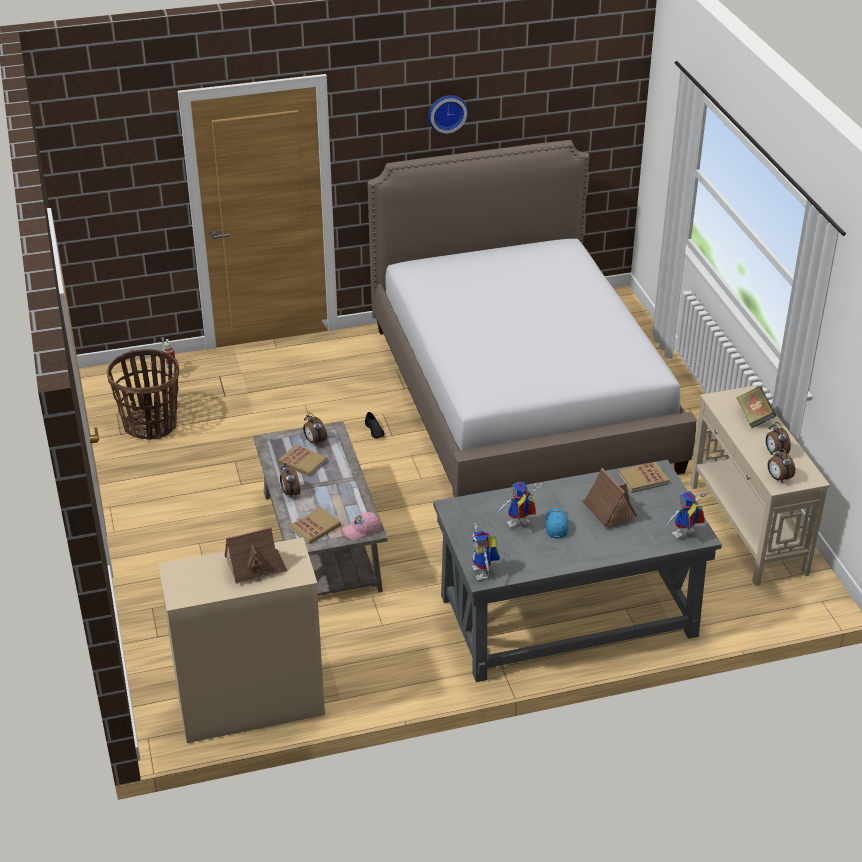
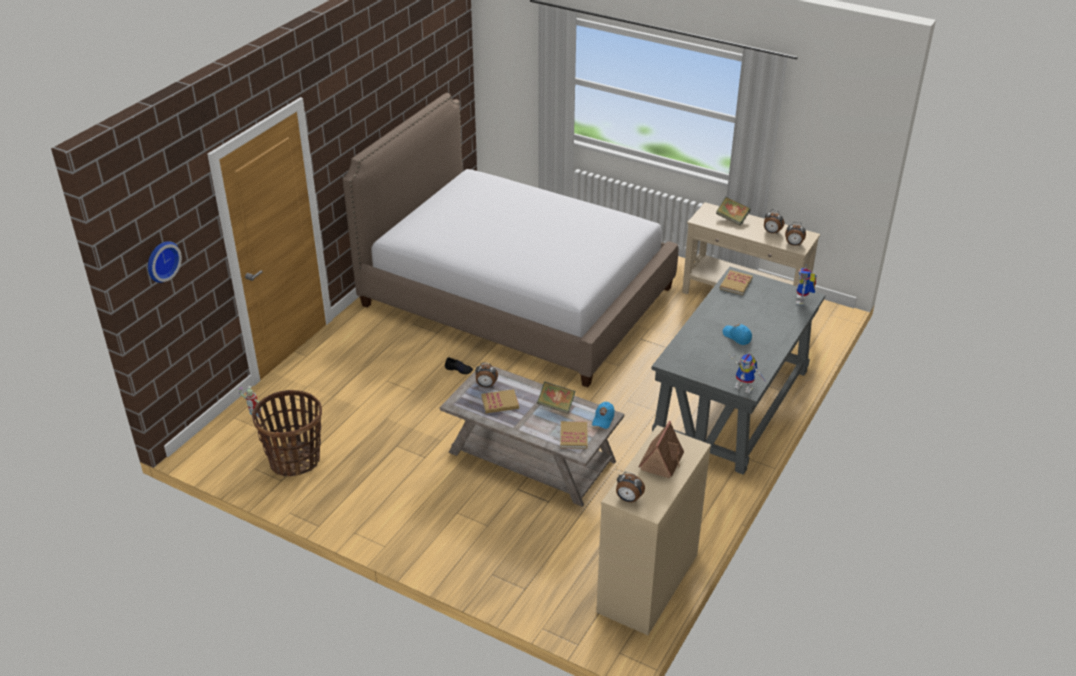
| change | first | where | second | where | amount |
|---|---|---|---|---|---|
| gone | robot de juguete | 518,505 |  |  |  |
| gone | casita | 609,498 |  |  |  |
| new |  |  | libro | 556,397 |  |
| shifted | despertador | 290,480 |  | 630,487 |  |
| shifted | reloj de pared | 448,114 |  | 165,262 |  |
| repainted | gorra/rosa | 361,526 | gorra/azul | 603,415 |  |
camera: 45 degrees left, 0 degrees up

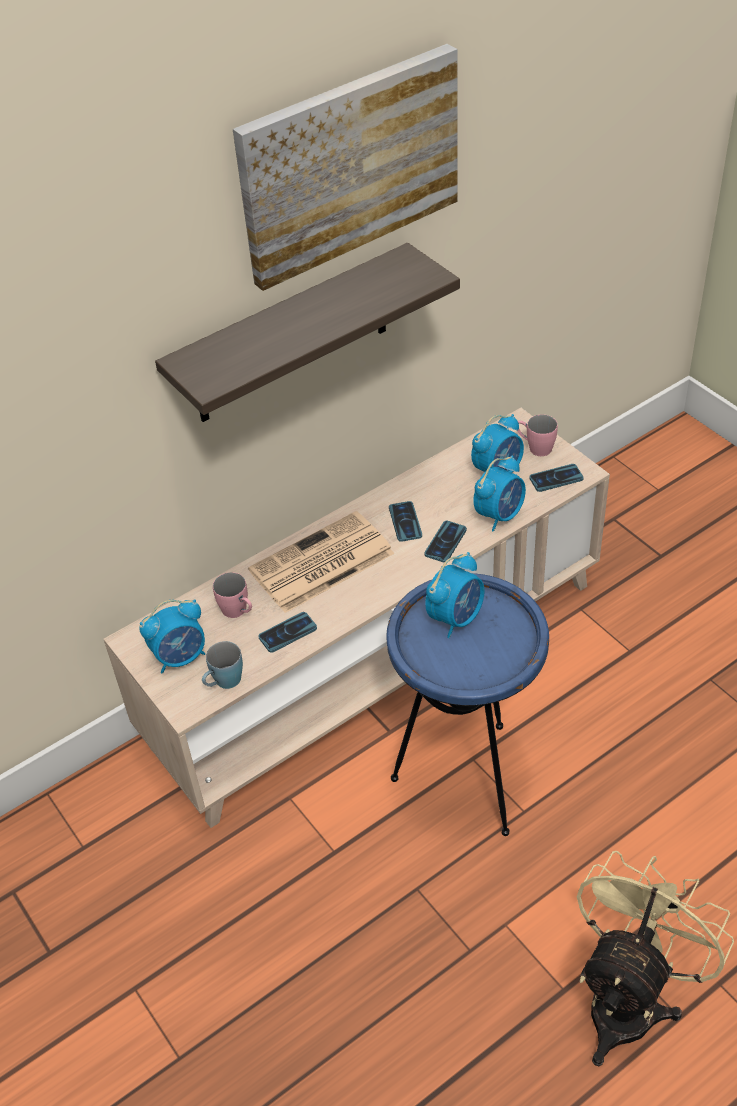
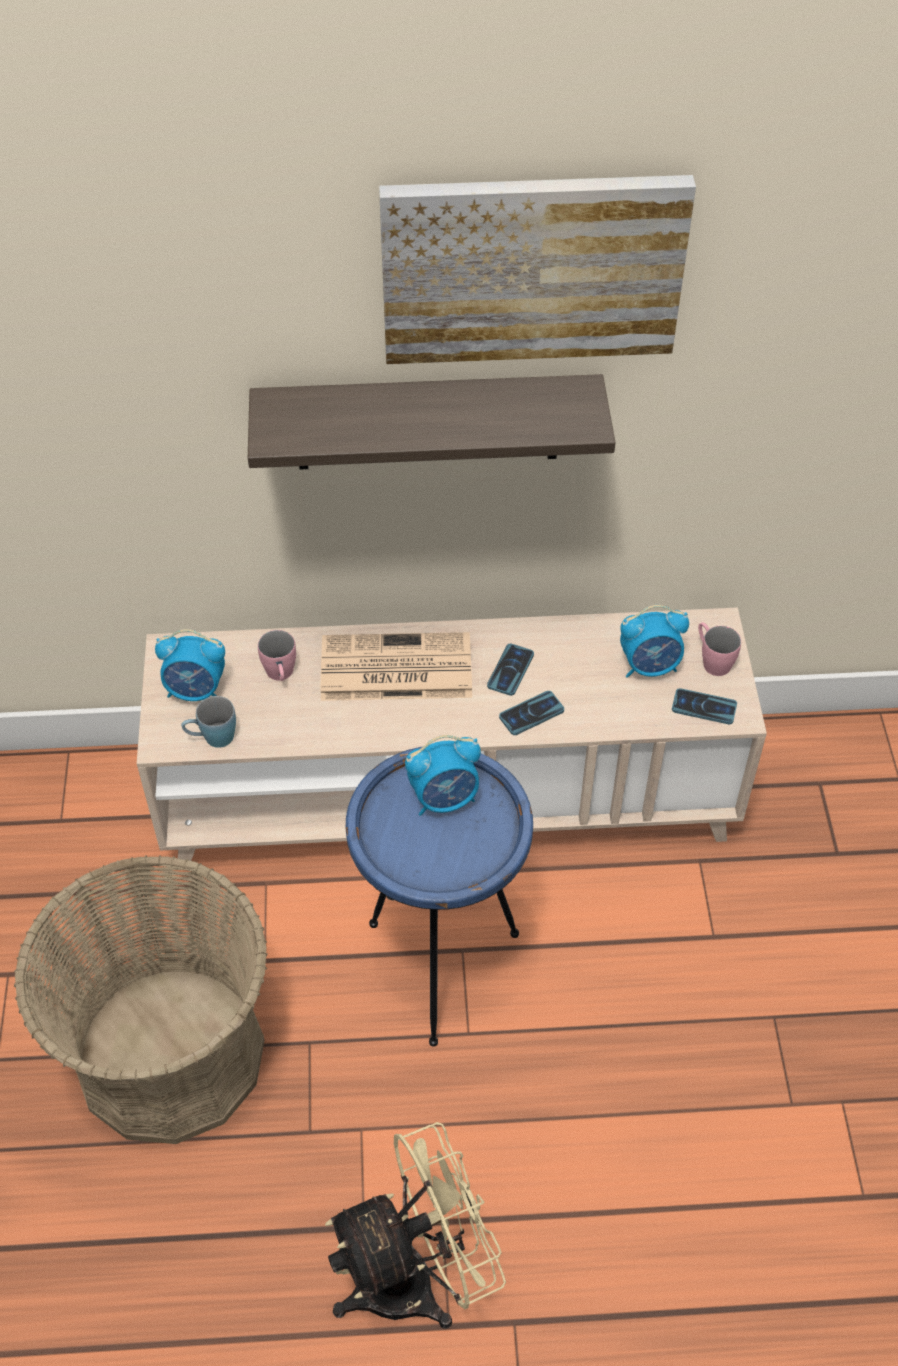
| change | first | where | second | where | amount |
|---|---|---|---|---|---|
| gone | móvil | 287,632 |  |  |  |
| gone | despertador | 499,494 |  |  |  |
| new |  |  | cesta | 141,999 |  |
camera: 30 degrees right, 5 degrees up

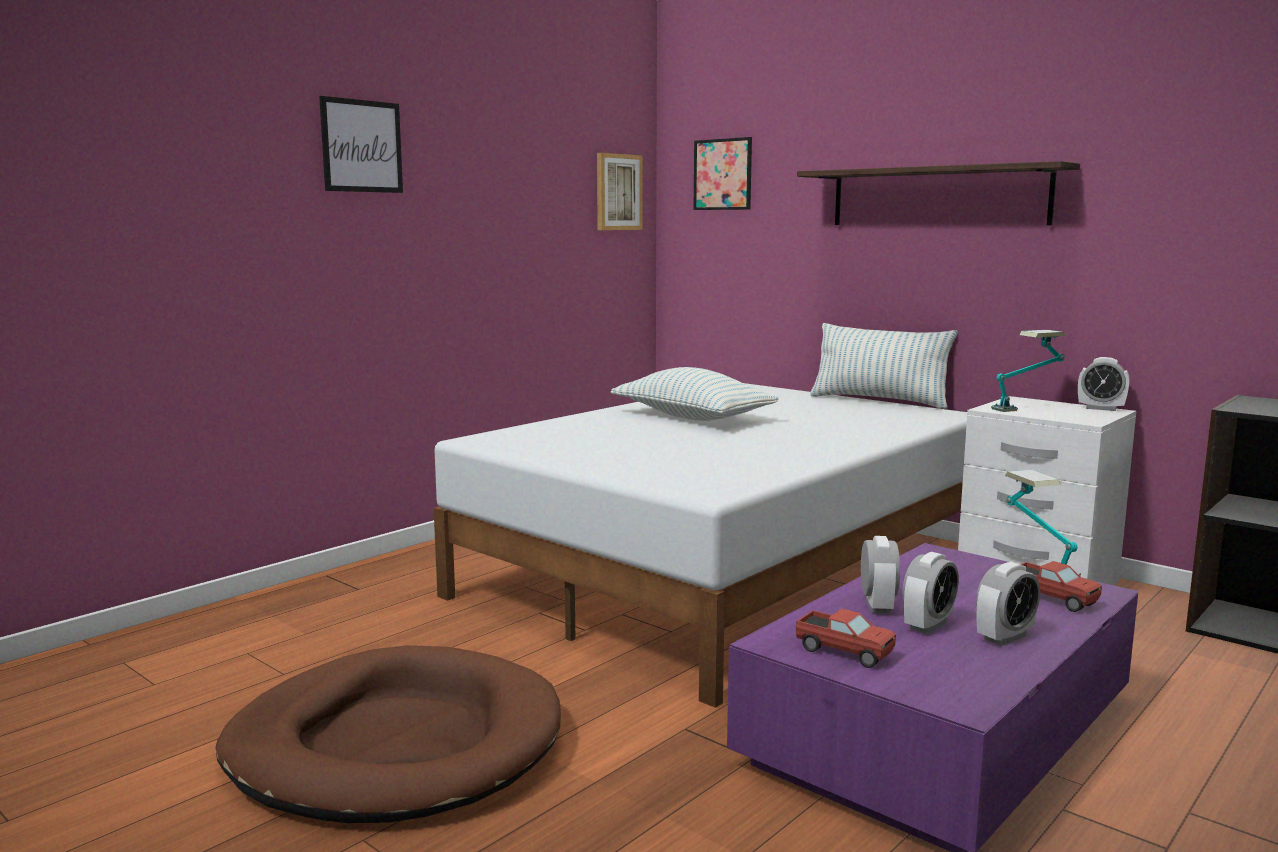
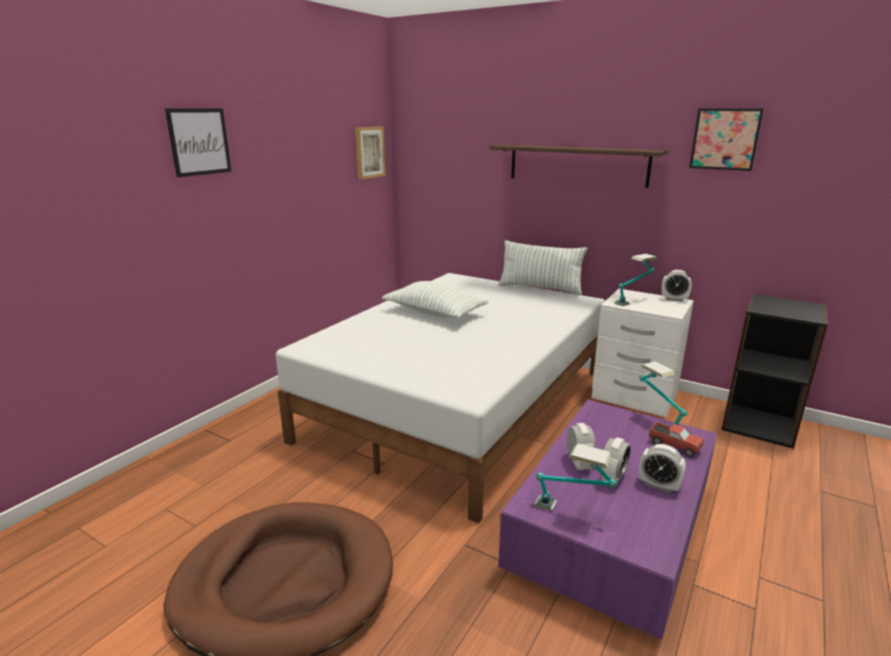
| change | first | where | second | where | amount |
|---|---|---|---|---|---|
| shifted | cuadro | 722,173 |  | 726,140 |  |
| swapped | camión de juguete | 846,638 | lámpara de mesa | 576,477 |  |
| rotated | despertador | 1008,604 |  | 662,468 | 75 degrees clockwise |
camera: 10 degrees left, 10 degrees up

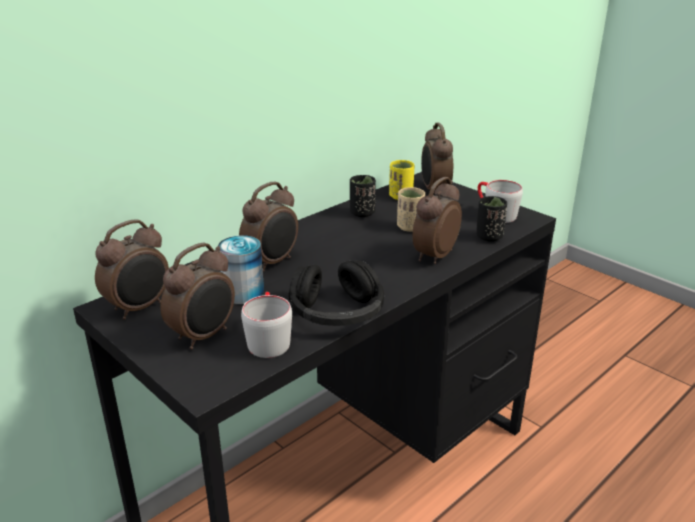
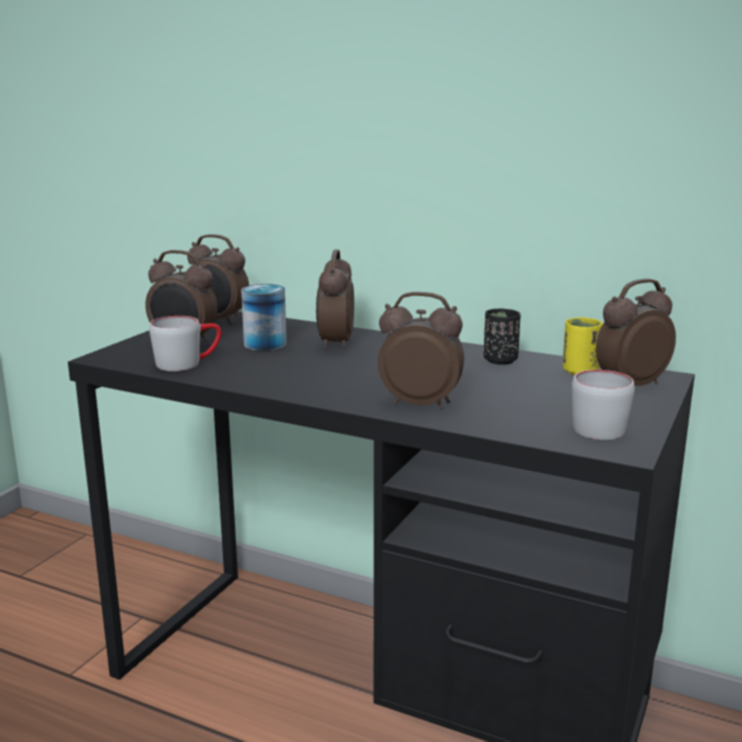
| change | first | where | second | where | amount |
|---|---|---|---|---|---|
| gone | auriculares/negro | 336,293 |  |  |  |
| gone | taza/beis | 411,209 |  |  |  |
| gone | taza/negro | 491,219 |  |  |  |
| rotated | despertador | 268,227 |  | 335,299 | 75 degrees clockwise |
camera: 70 degrees right, 10 degrees down

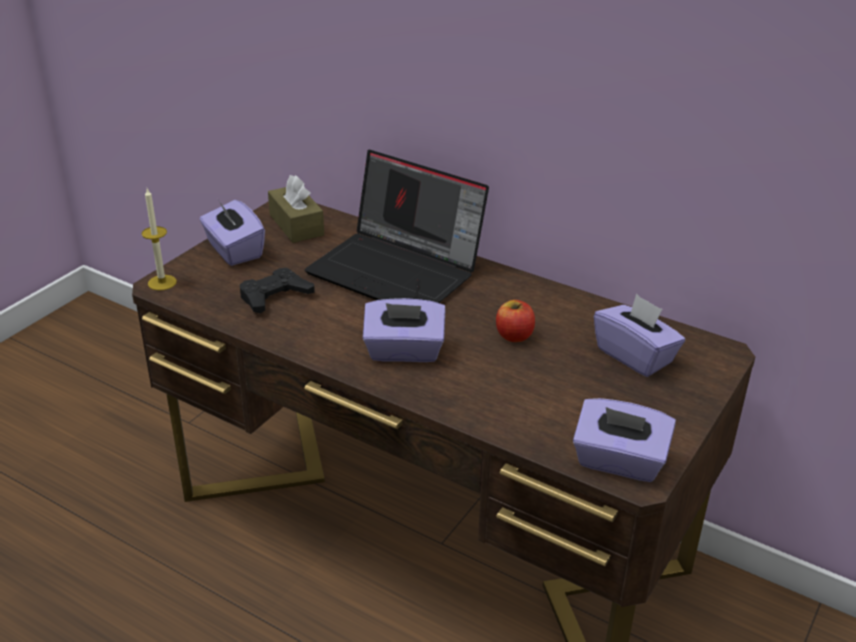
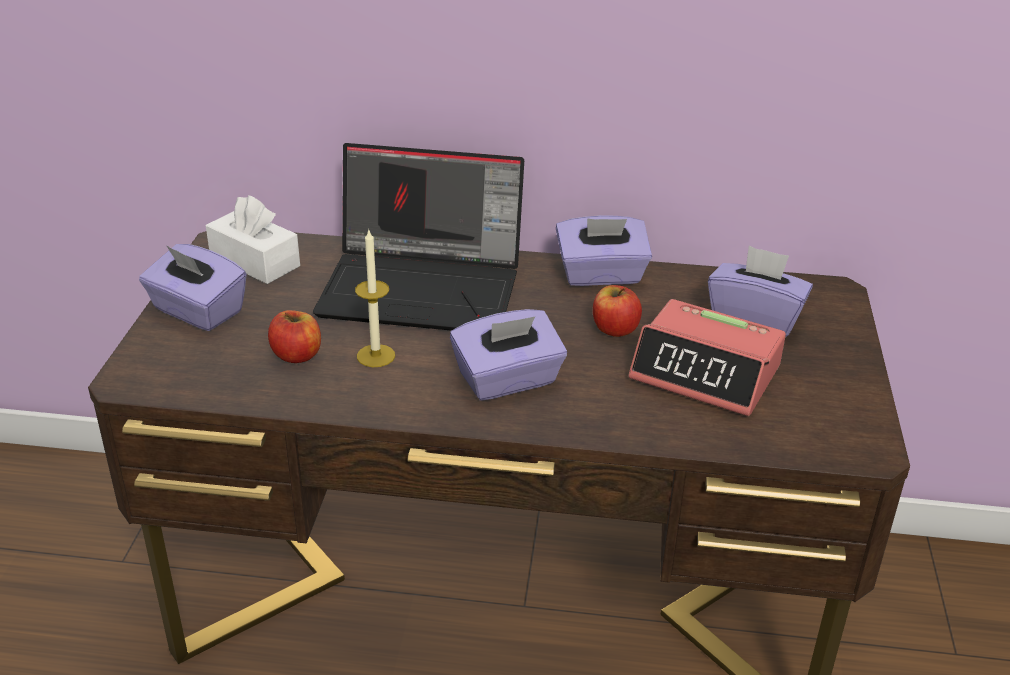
| change | first | where | second | where | amount |
|---|---|---|---|---|---|
| new |  |  | despertador | 707,357 |  |
| shifted | vela | 159,239 |  | 375,297 |  |
| shifted | caja de pañuelos/morado | 624,440 |  | 604,250 |  |
| swapped | mando de consola/negro | 277,290 | manzana | 294,336 |  |
| repainted | caja de pañuelos/marrón | 296,209 | caja de pañuelos/blanco | 253,239 |  |
camera: 25 degrees left, 0 degrees up

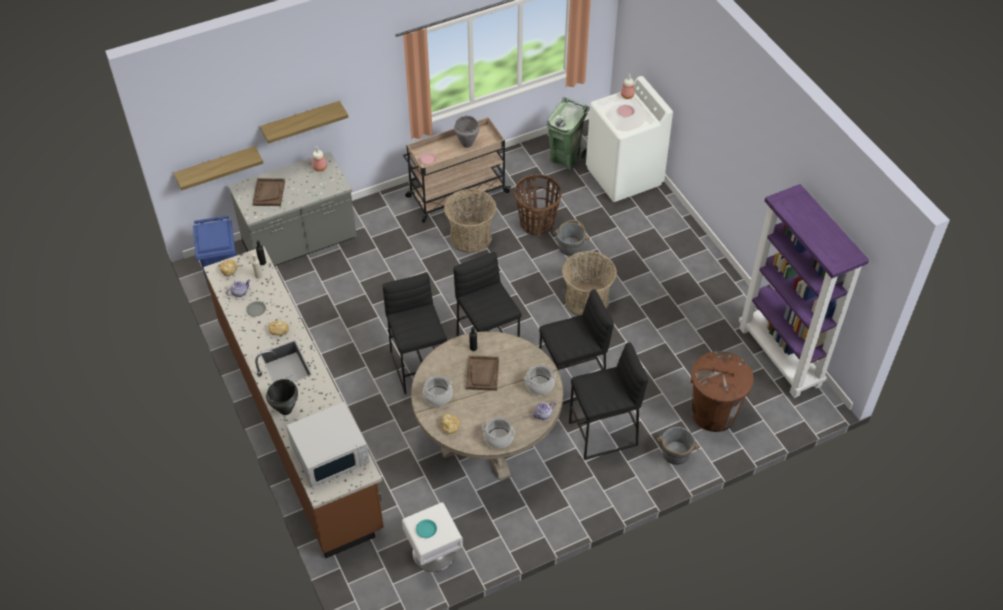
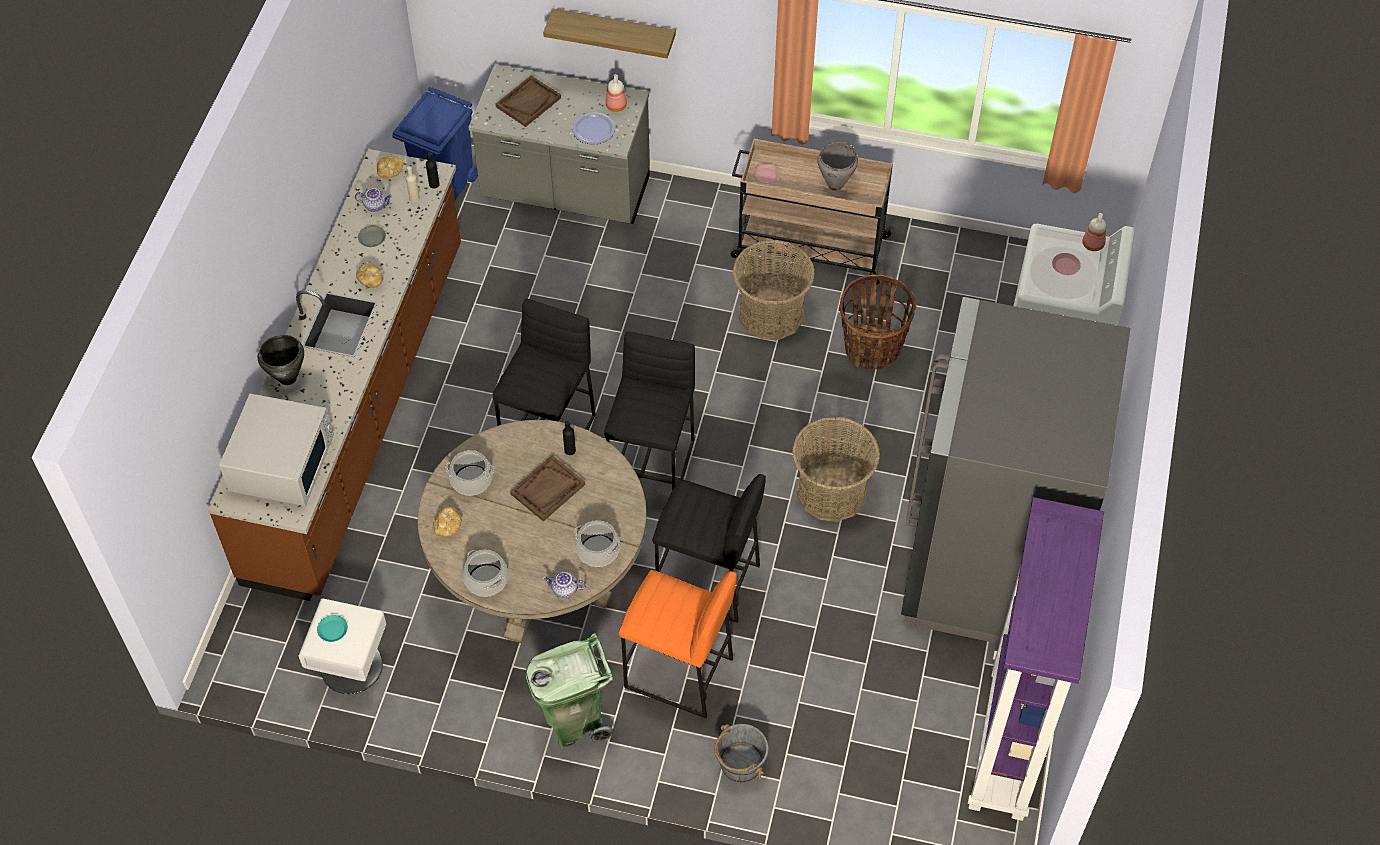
| change | first | where | second | where | amount |
|---|---|---|---|---|---|
| gone | estante | 218,168 |  |  |  |
| gone | cubo/gris | 571,238 |  |  |  |
| gone | papelera/marrón | 722,391 |  |  |  |
| new |  |  | plato | 593,128 |  |
| new |  |  | nevera/gris | 1016,470 |  |
| shifted | papelera/verde | 568,133 |  | 569,690 |  |
| repainted | taburete/negro | 608,401 | taburete/naranja | 678,644 |  |
| rotated | microondas/blanco | 328,444 |  | 276,449 | 90 degrees counterclockwise |
camera: 40 degrees right, 5 degrees up

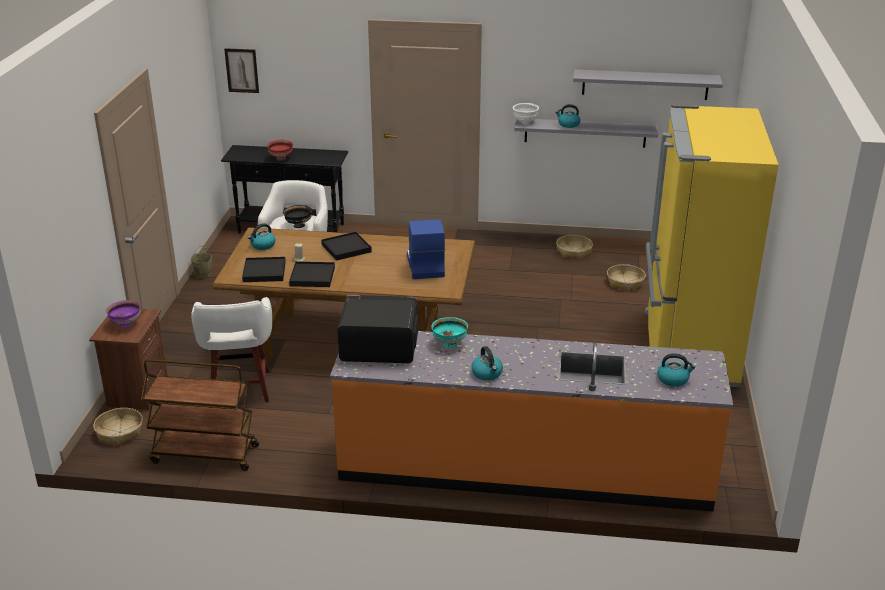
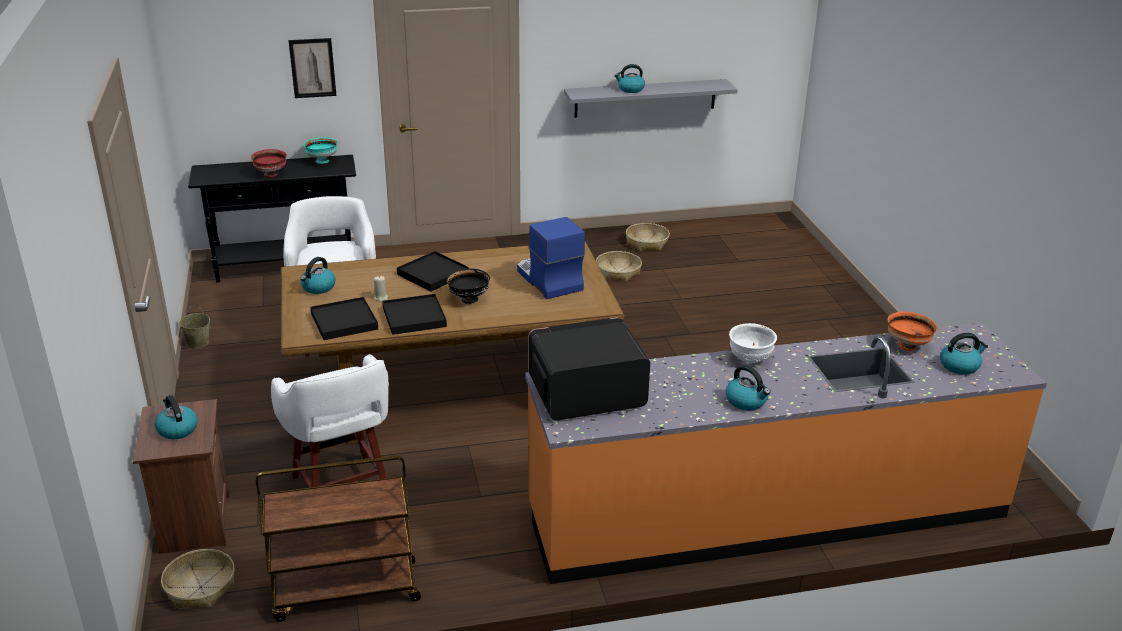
| change | first | where | second | where | amount |
|---|---|---|---|---|---|
| gone | estante/gris | 648,85 |  |  |  |
| gone | nevera/amarillo | 712,245 |  |  |  |
| new |  |  | cuenco/naranja | 913,331 |  |
| shifted | cuadro | 241,70 |  | 312,68 |  |
| shifted | cuenco/negro | 297,216 |  | 468,286 |  |
| shifted | cuenco/turquesa | 449,332 |  | 320,150 |  |
| shifted | cuenco/blanco | 526,113 |  | 753,343 |  |
| shifted | cesta | 626,277 |  | 619,266 |  |
| swapped | cuenco/morado | 123,314 | hervidor | 176,417 |  |
camera: 20 degrees left, 0 degrees up

